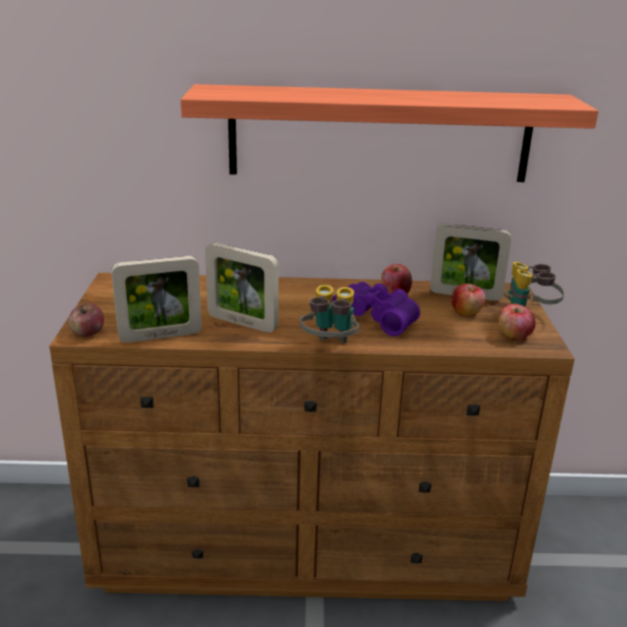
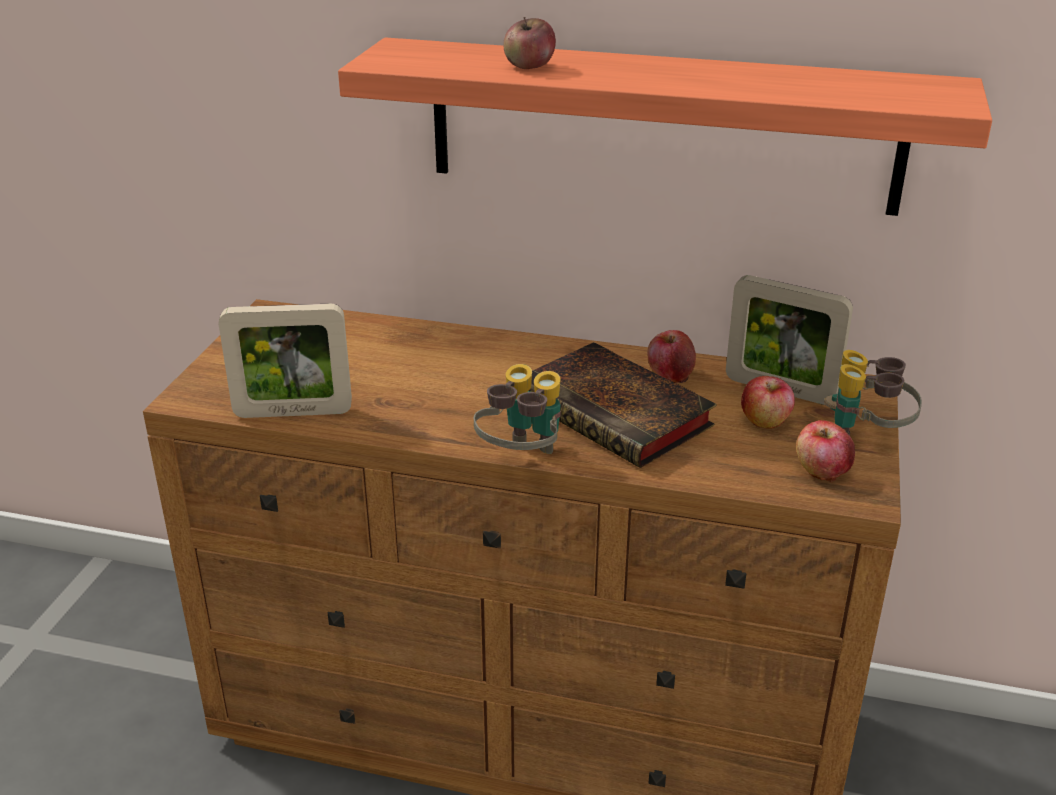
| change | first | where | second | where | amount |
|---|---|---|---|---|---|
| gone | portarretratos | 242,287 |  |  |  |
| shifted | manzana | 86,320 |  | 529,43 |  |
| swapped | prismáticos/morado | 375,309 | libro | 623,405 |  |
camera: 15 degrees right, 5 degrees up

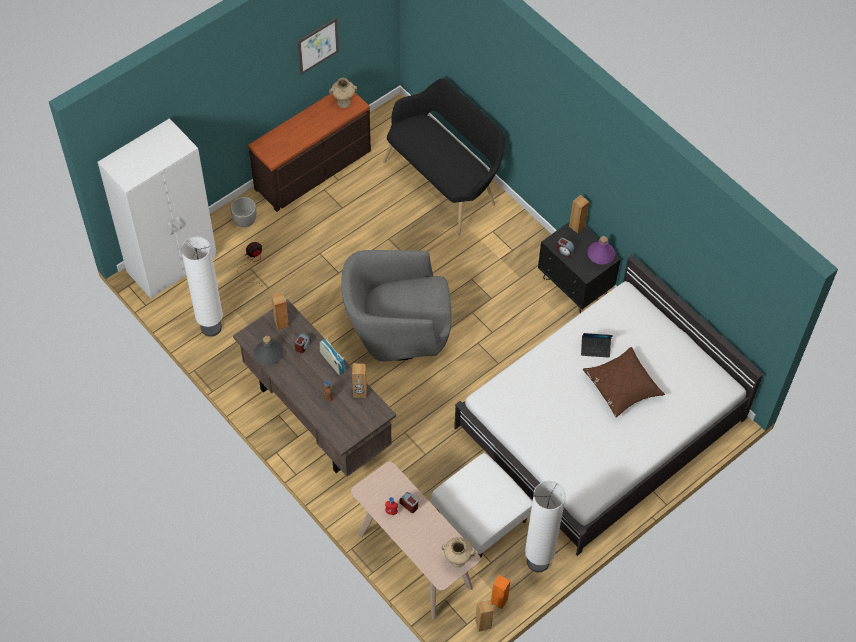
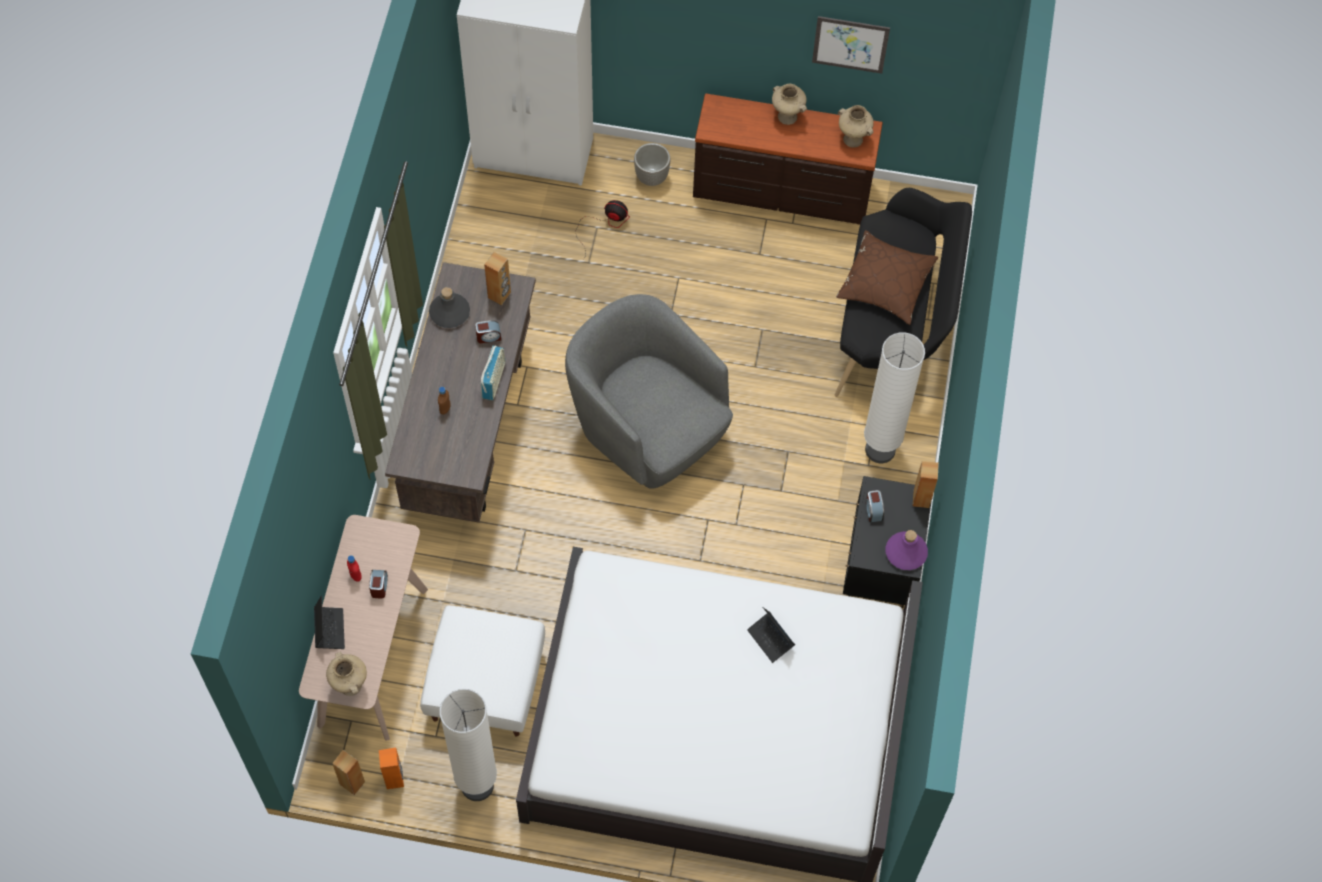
| change | first | where | second | where | amount |
|---|---|---|---|---|---|
| gone | altavoz/marrón | 359,380 |  |  |  |
| new |  |  | portátil | 329,622 |  |
| new |  |  | florero/beis | 789,104 |  |
| shifted | lámpara de pie/blanco | 202,286 |  | 894,397 |  |
| shifted | cojín/marrón | 624,382 |  | 887,277 |  |
camera: 50 degrees right, 5 degrees up

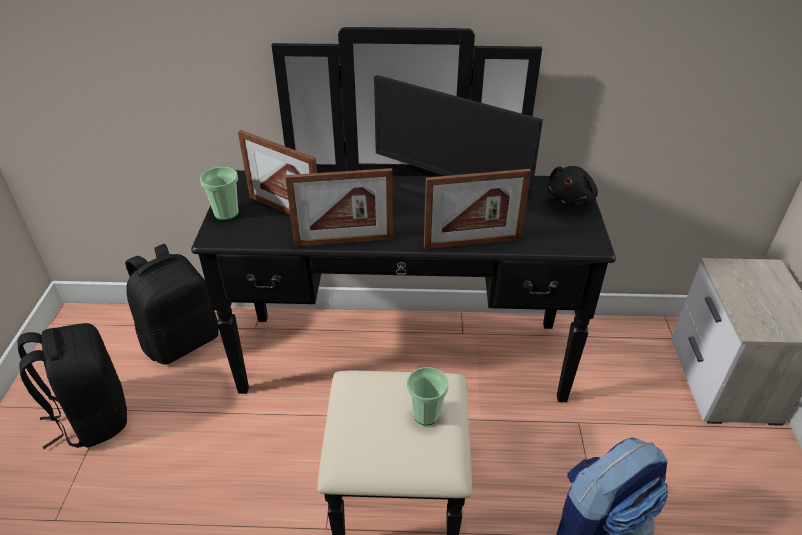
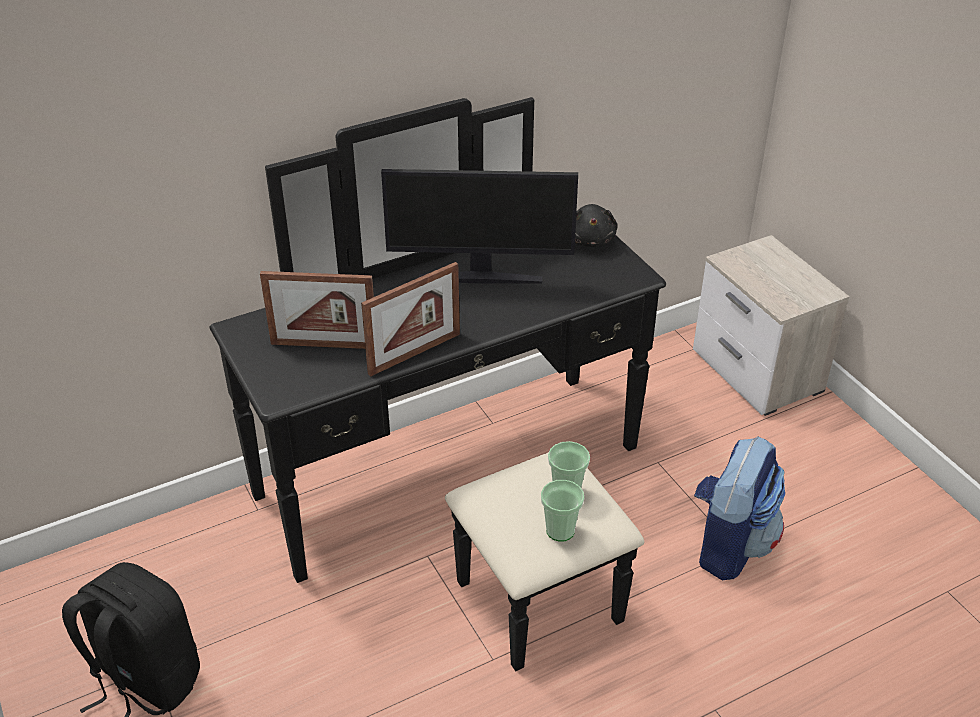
| change | first | where | second | where | amount |
|---|---|---|---|---|---|
| gone | mochila/negro | 172,304 |  |  |  |
| gone | portarretratos | 477,209 |  |  |  |
| shifted | taza | 219,193 |  | 562,511 |  |
camera: 30 degrees left, 0 degrees up

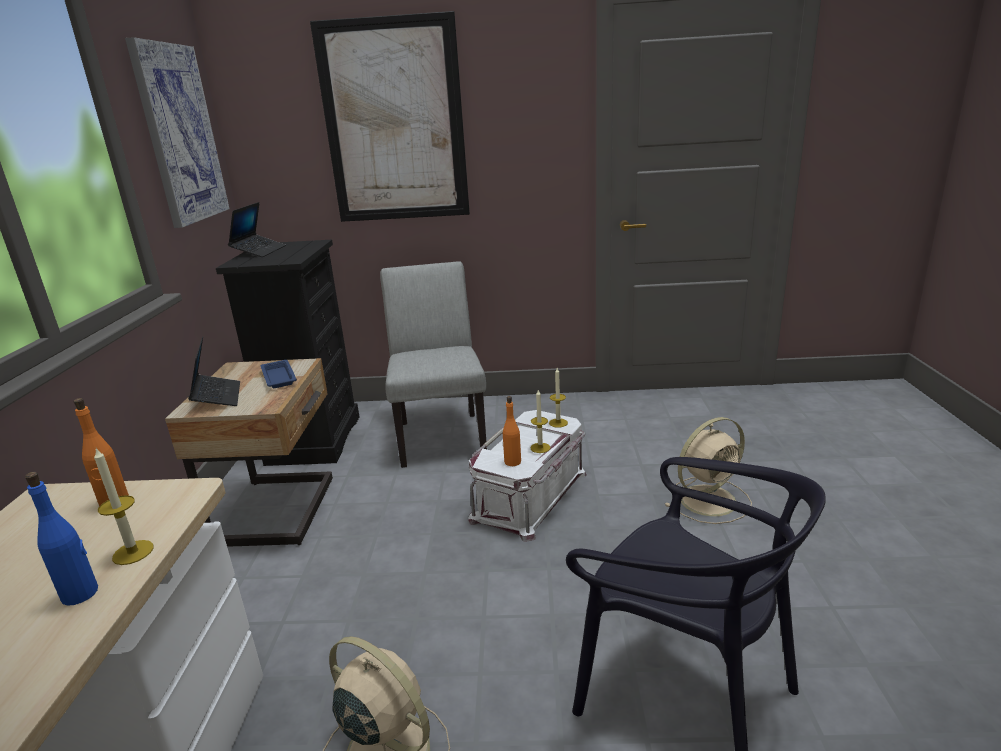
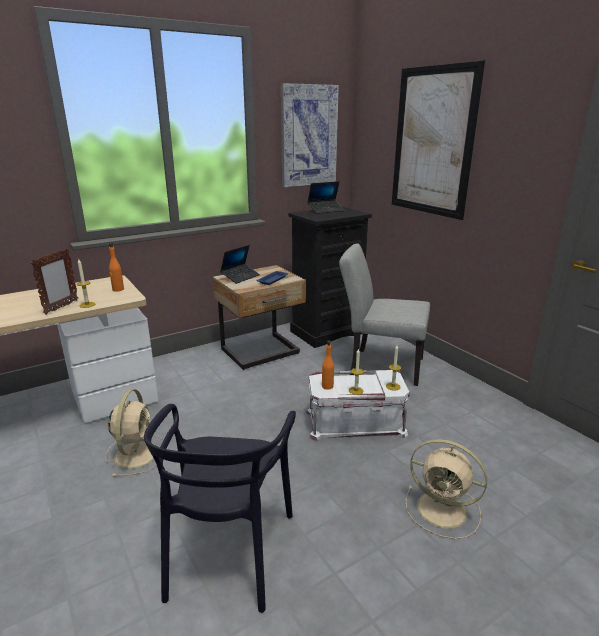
| change | first | where | second | where | amount |
|---|---|---|---|---|---|
| swapped | botella/azul | 61,539 | portarretratos | 54,281 |  |
| rotated | silla/gris | 433,364 |  | 384,315 | 120 degrees counterclockwise |
camera: 55 degrees right, 0 degrees up

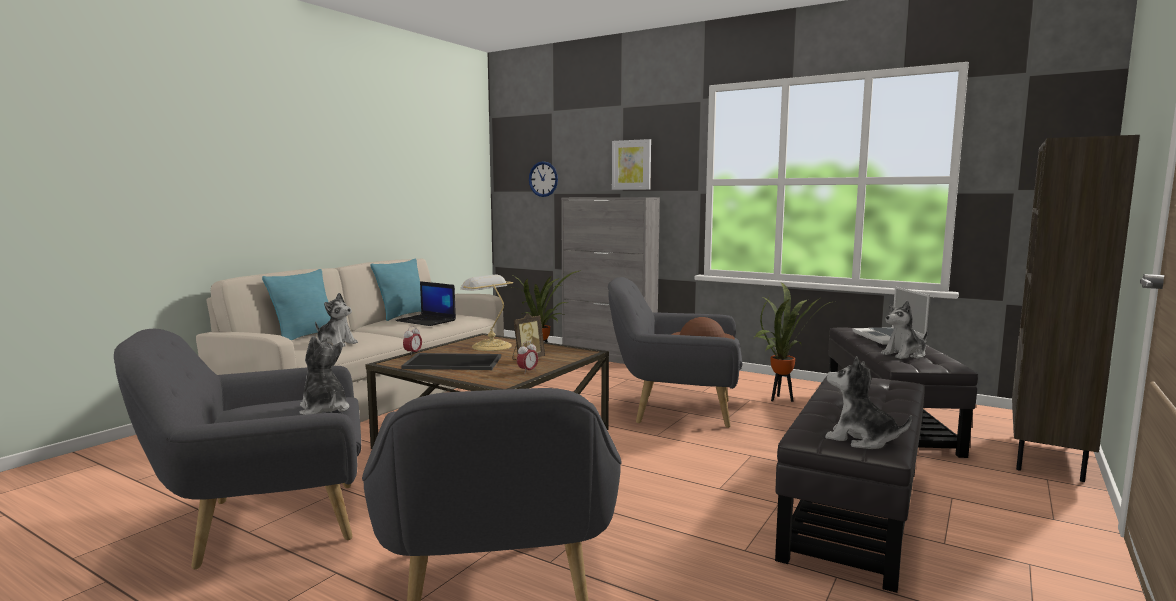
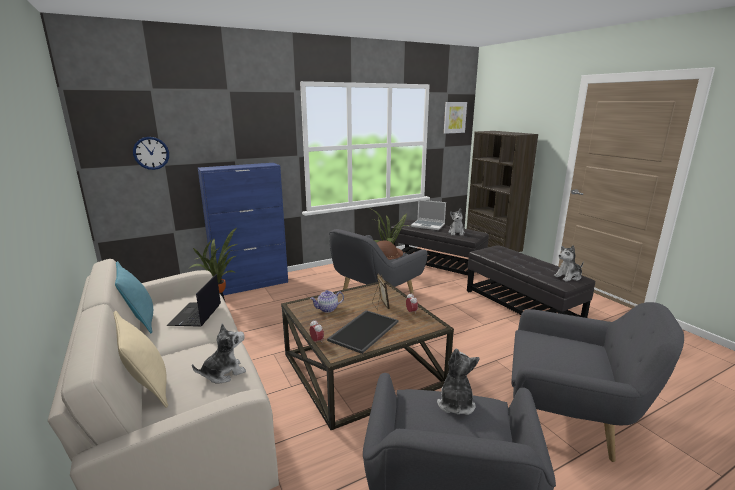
| change | first | where | second | where | amount |
|---|---|---|---|---|---|
| shifted | cuadro | 631,164 |  | 455,118 |  |
| swapped | lámpara de mesa | 486,312 | tetera | 327,301 |  |
| repainted | cojín/turquesa | 296,304 | cojín/beis | 140,359 |  |
| repainted | armario/gris | 610,280 | armario/azul | 243,229 |  |
| rotated | peluche | 324,375 |  | 458,381 | 105 degrees clockwise |
| rotated | portátil | 425,303 |  | 194,300 | 120 degrees clockwise |
camera: 60 degrees left, 10 degrees up

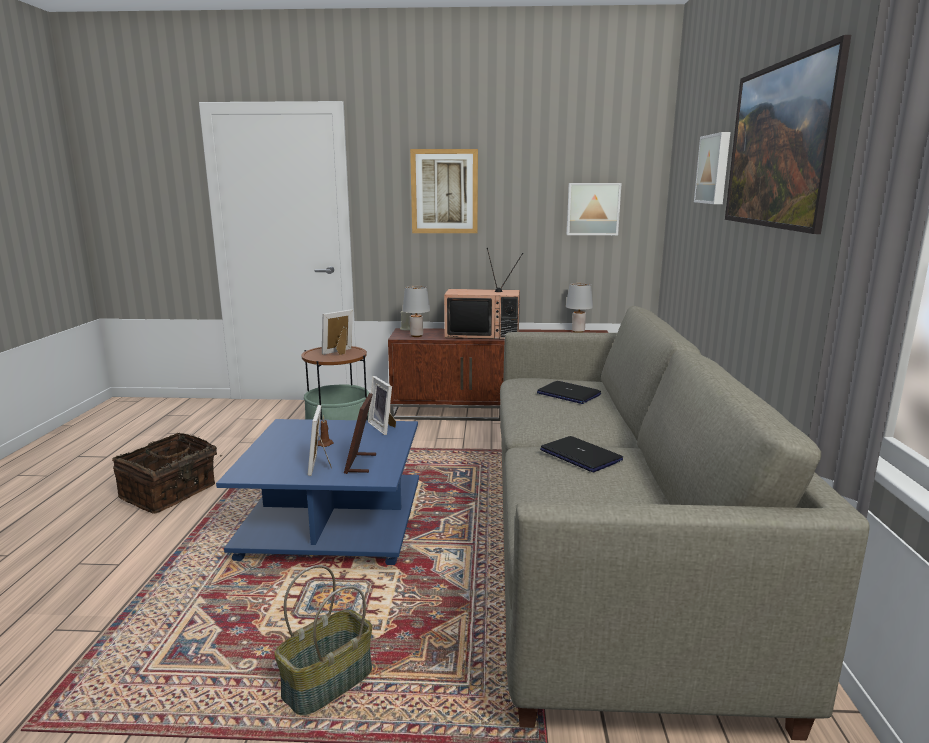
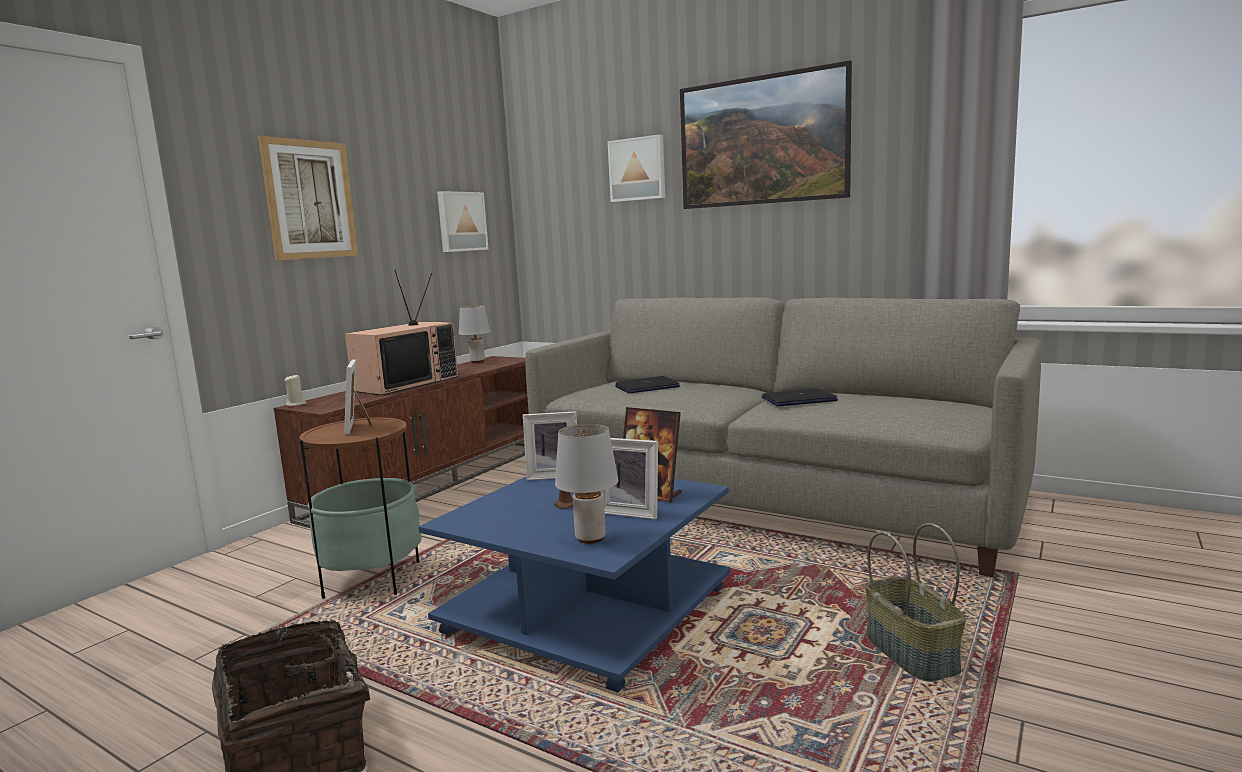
| change | first | where | second | where | amount |
|---|---|---|---|---|---|
| shifted | lámpara de mesa/gris | 416,311 |  | 586,484 |  |
camera: 60 degrees left, 5 degrees down

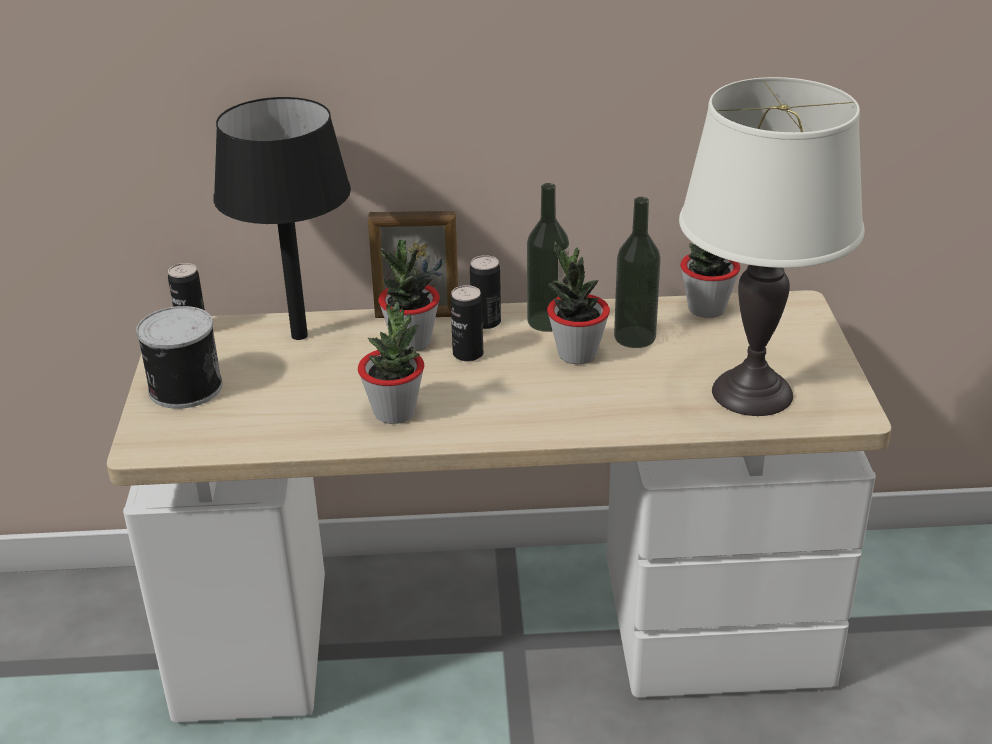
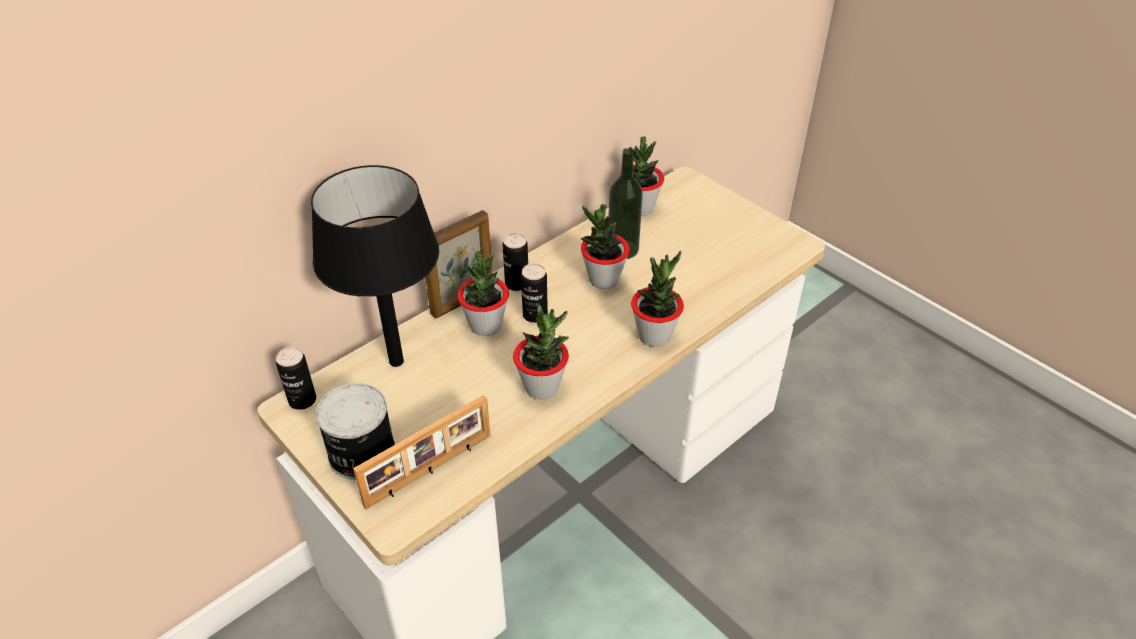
| change | first | where | second | where | amount |
|---|---|---|---|---|---|
| gone | botella | 548,257 |  |  |  |
| gone | lámpara de mesa/blanco | 772,246 |  |  |  |
| new |  |  | portarretratos | 421,452 |  |
| new |  |  | planta en maceta | 657,299 |  |
camera: 40 degrees left, 10 degrees up

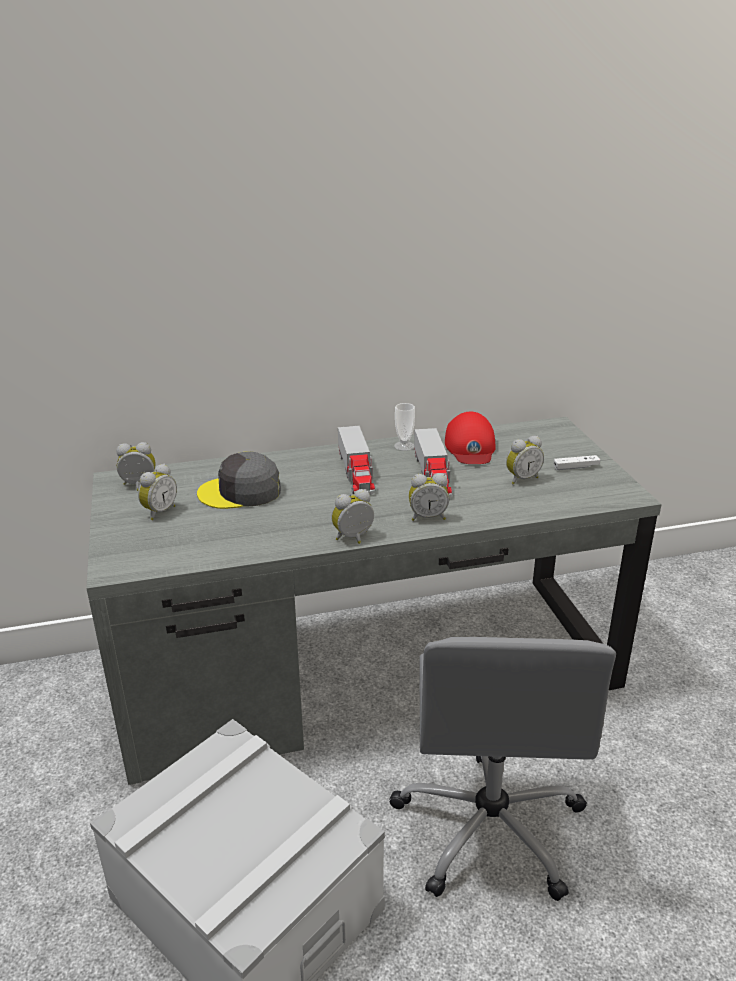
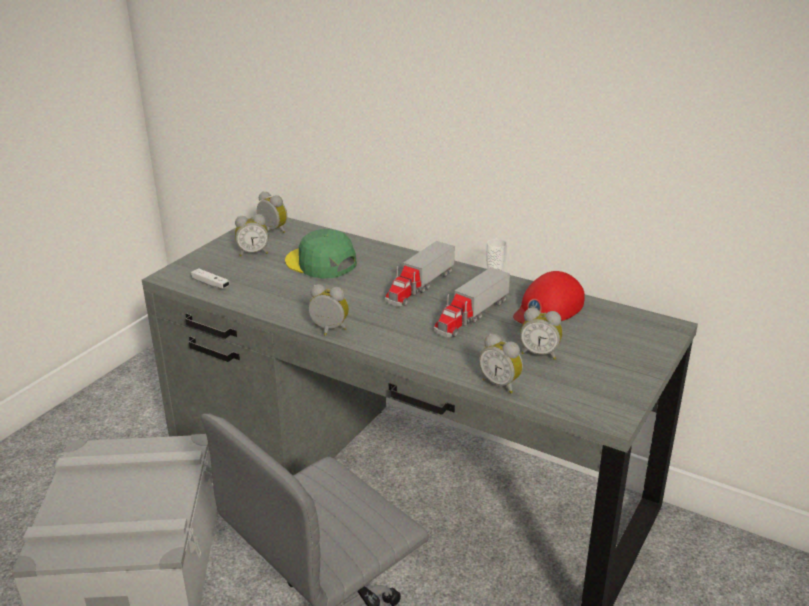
| change | first | where | second | where | amount |
|---|---|---|---|---|---|
| shifted | despertador | 429,497 |  | 501,363 |  |
| shifted | mando de consola/blanco | 577,462 |  | 210,278 |  |
| repainted | gorra/gris | 239,480 | gorra/verde | 321,253 |  |
camera: 45 degrees right, 0 degrees up

